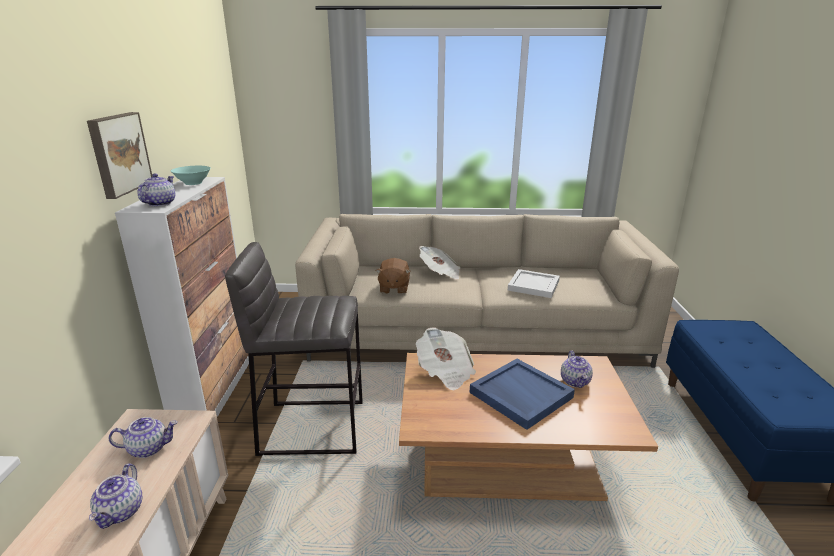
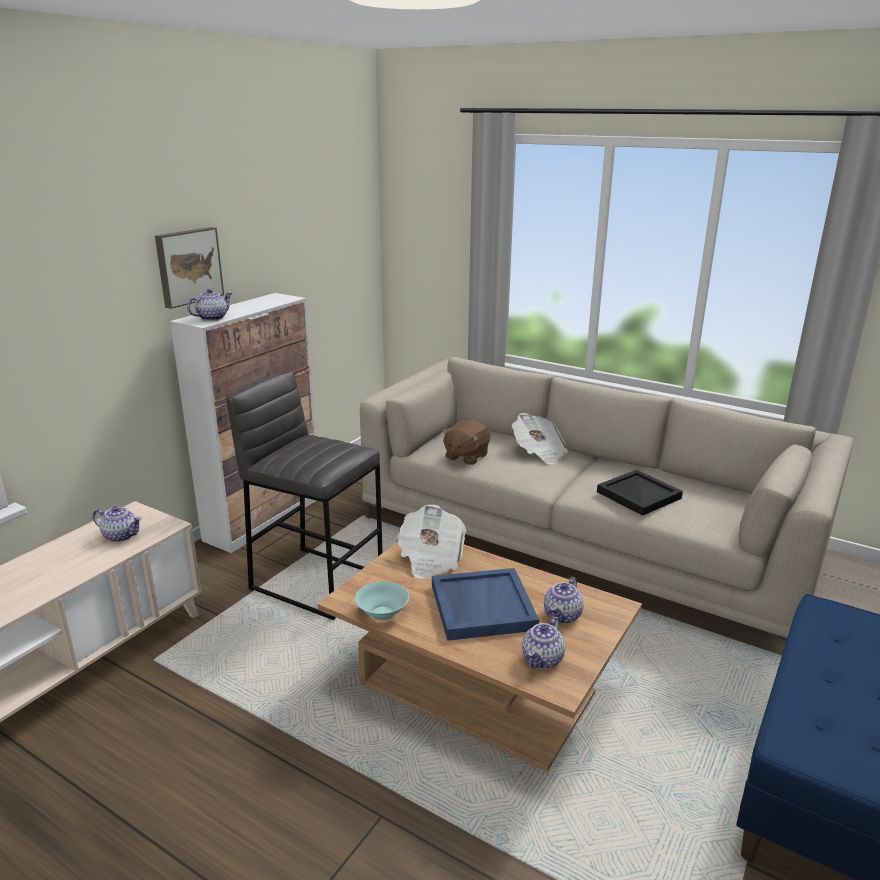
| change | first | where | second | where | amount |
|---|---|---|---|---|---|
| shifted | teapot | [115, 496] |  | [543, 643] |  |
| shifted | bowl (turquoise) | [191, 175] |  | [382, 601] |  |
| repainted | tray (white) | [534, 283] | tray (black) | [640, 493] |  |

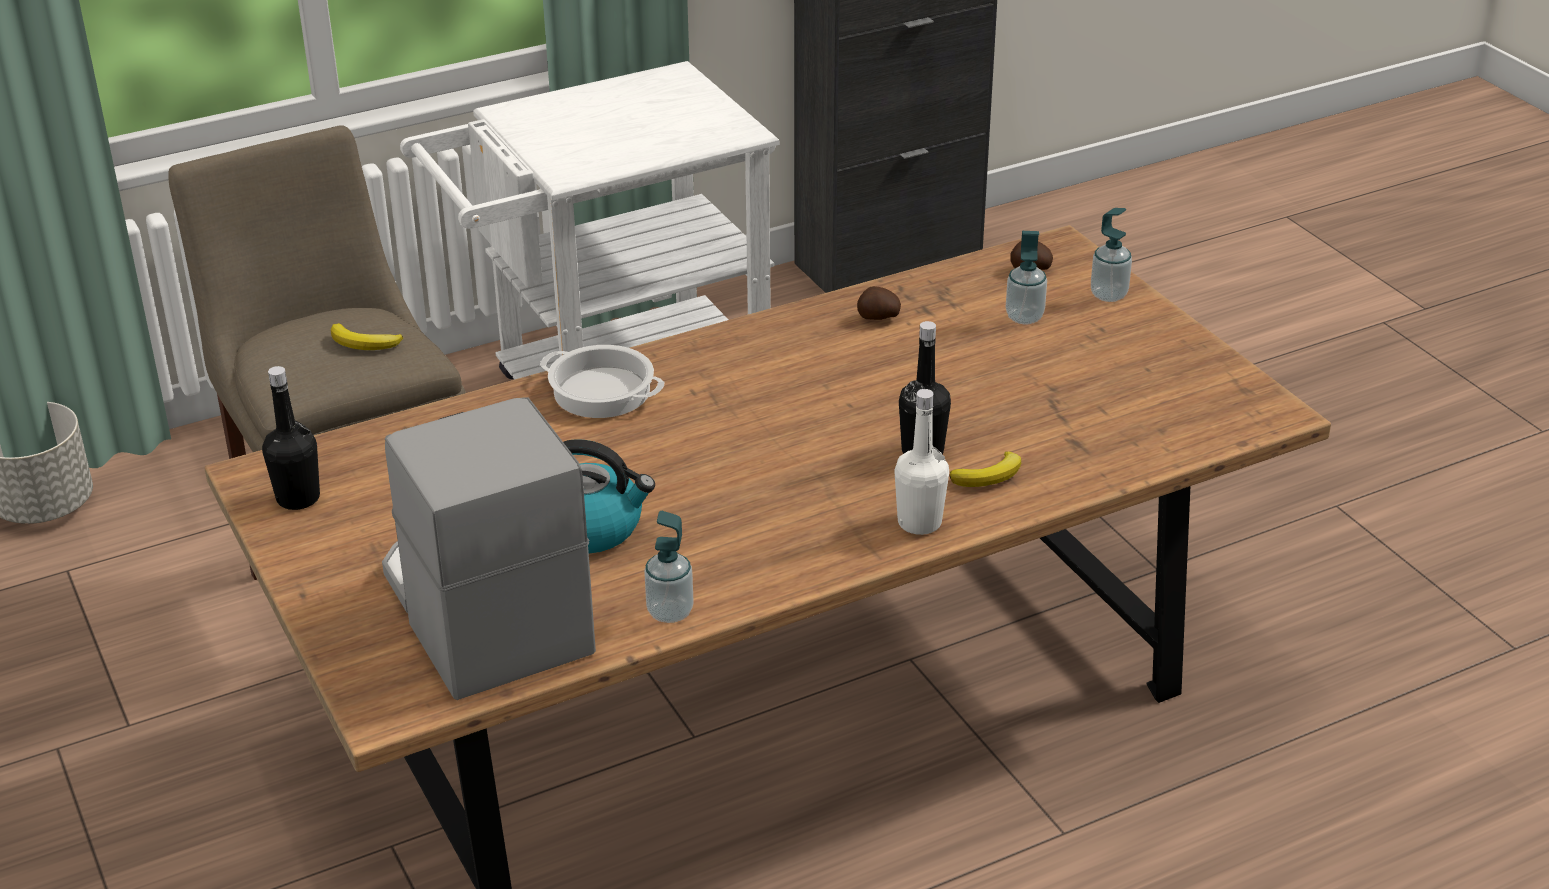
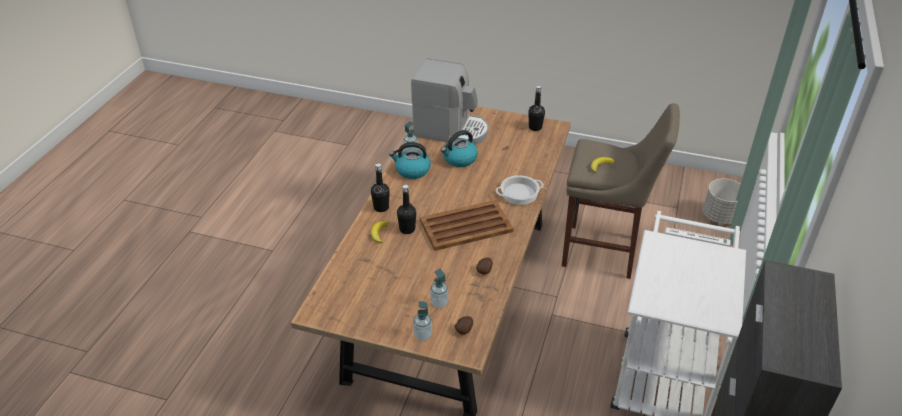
| change | first | where | second | where | amount |
|---|---|---|---|---|---|
| repainted | bottle (white) | [921, 462] | bottle (black) | [380, 187] |  |
| new |  |  | kettle | [410, 160] |  |
| new |  |  | tray (brown) | [467, 225] |  |

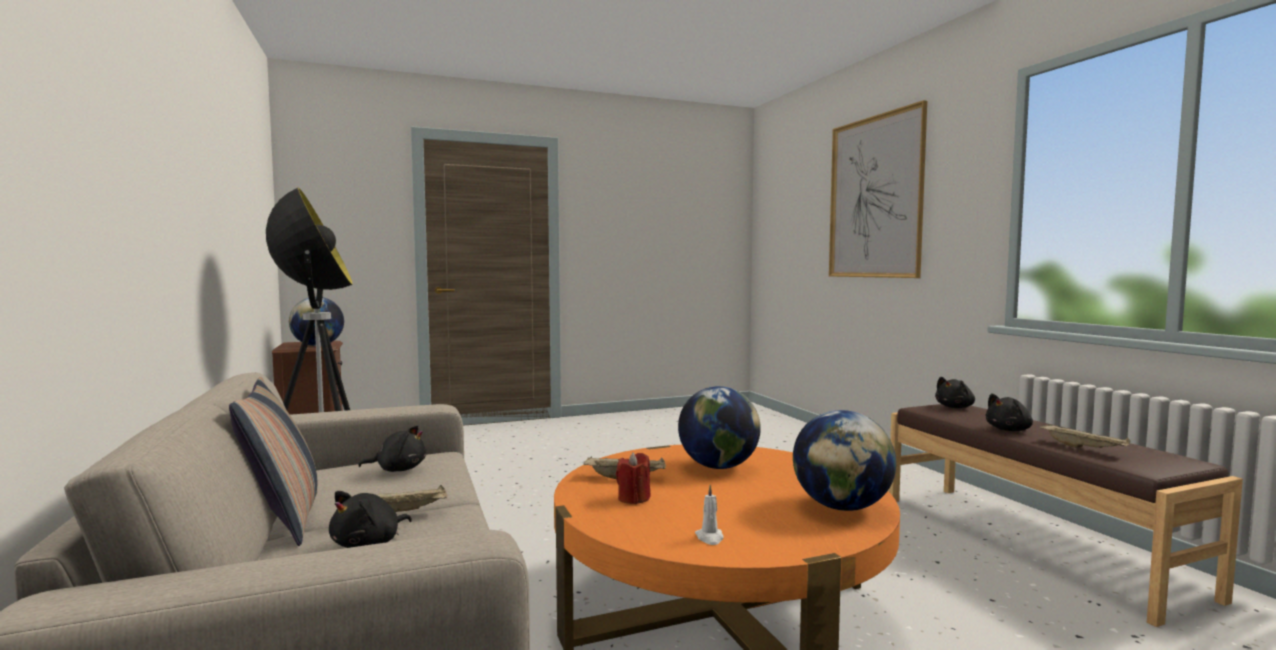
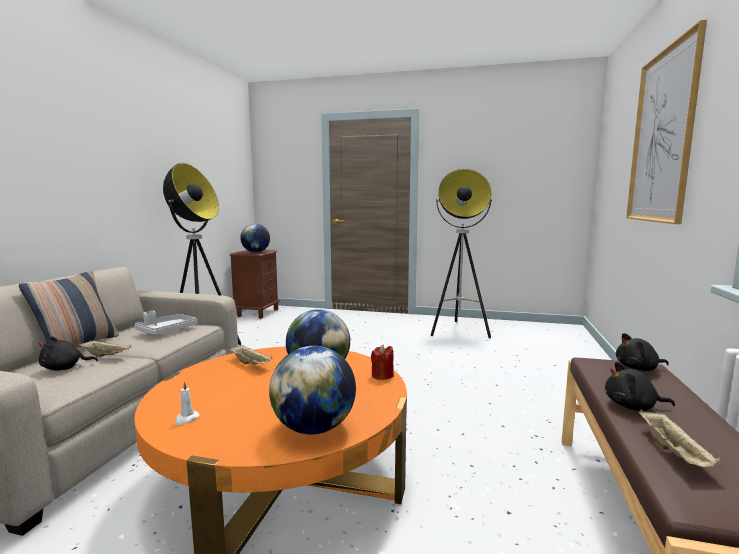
| change | first | where | second | where | amount |
|---|---|---|---|---|---|
| swapped | plush toy (black) | [392, 449] | tray (grey) | [166, 323] |  |
| shifted | candle (red) | [633, 478] |  | [382, 362] |  |
| new |  |  | floor lamp | [461, 253] |  |

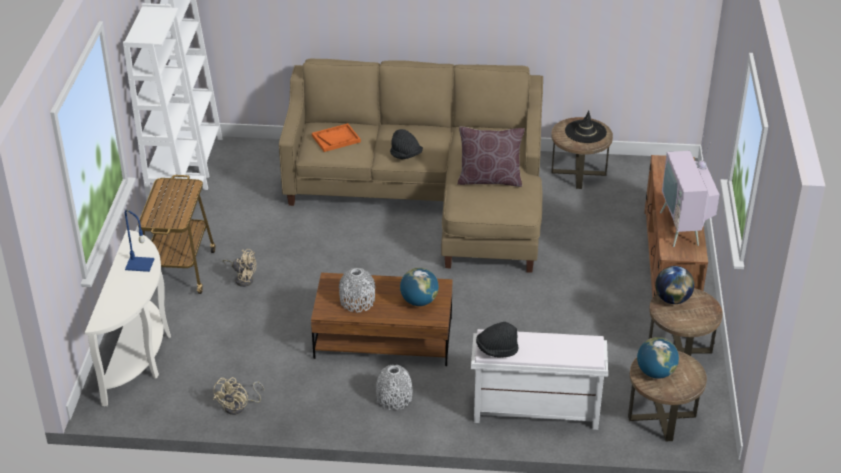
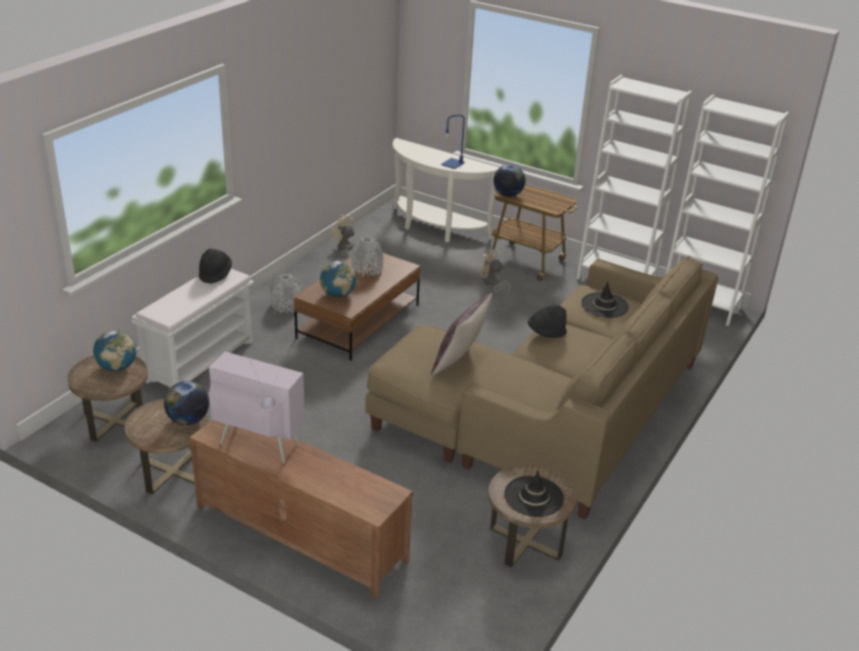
| change | first | where | second | where | amount |
|---|---|---|---|---|---|
| rotated | fan (beige) | [239, 268] |  | [495, 272] | 75 degrees clockwise |
| swapped | tray (orange) | [336, 137] | hat (black) | [605, 300] |  |
| new |  |  | globe | [509, 180] |  |

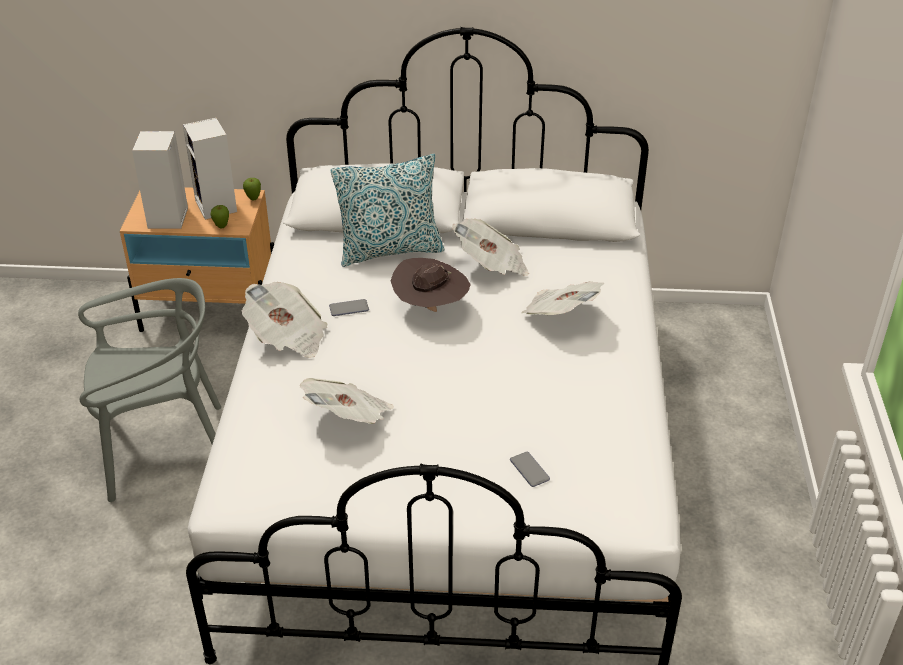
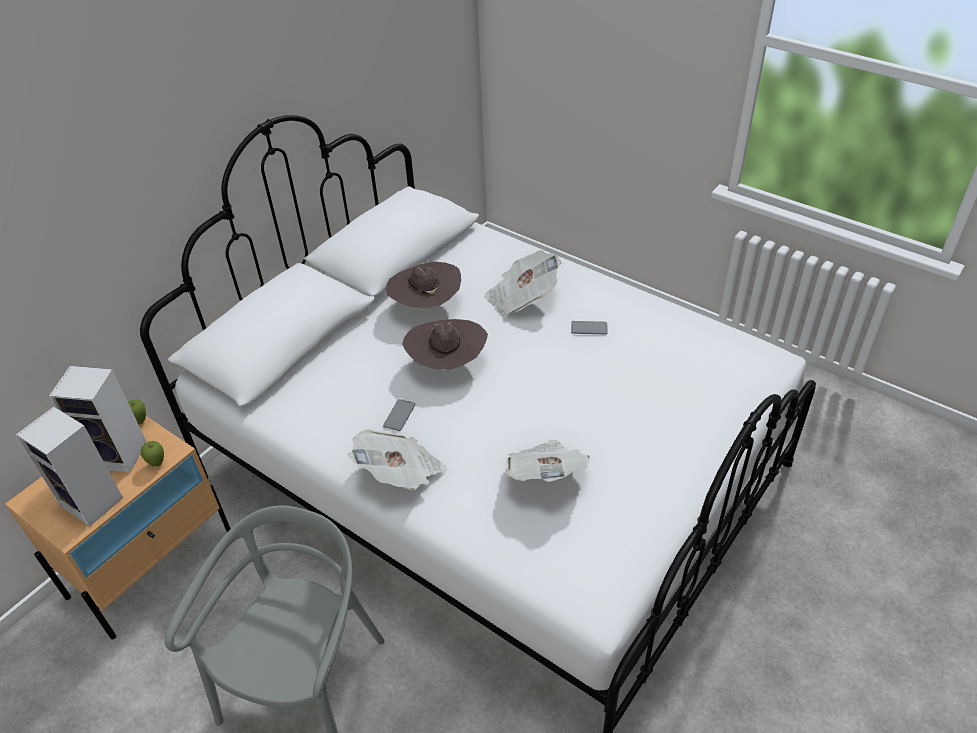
| change | first | where | second | where | amount |
|---|---|---|---|---|---|
| gone | pillow | [387, 210] |  |  |  |
| swapped | newspaper | [490, 247] | hat (brown) | [423, 285] |  |
| shifted | phone | [530, 469] |  | [589, 328] |  |

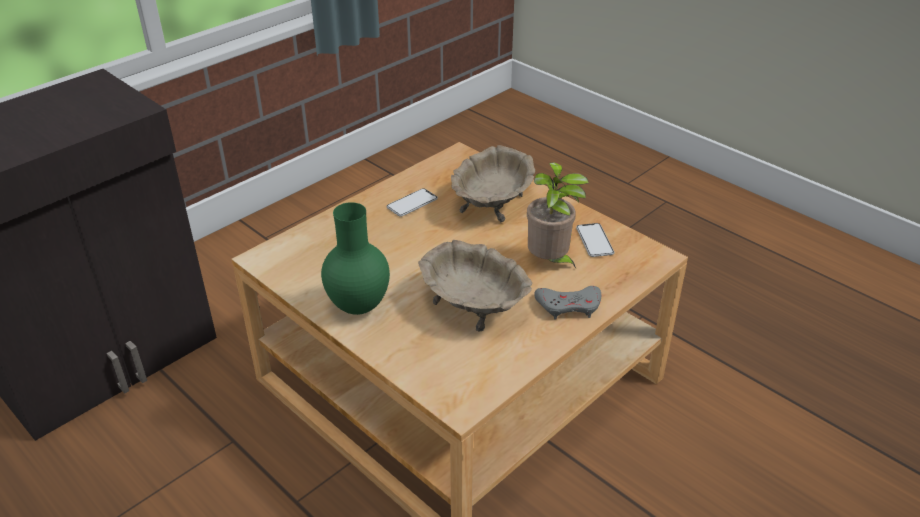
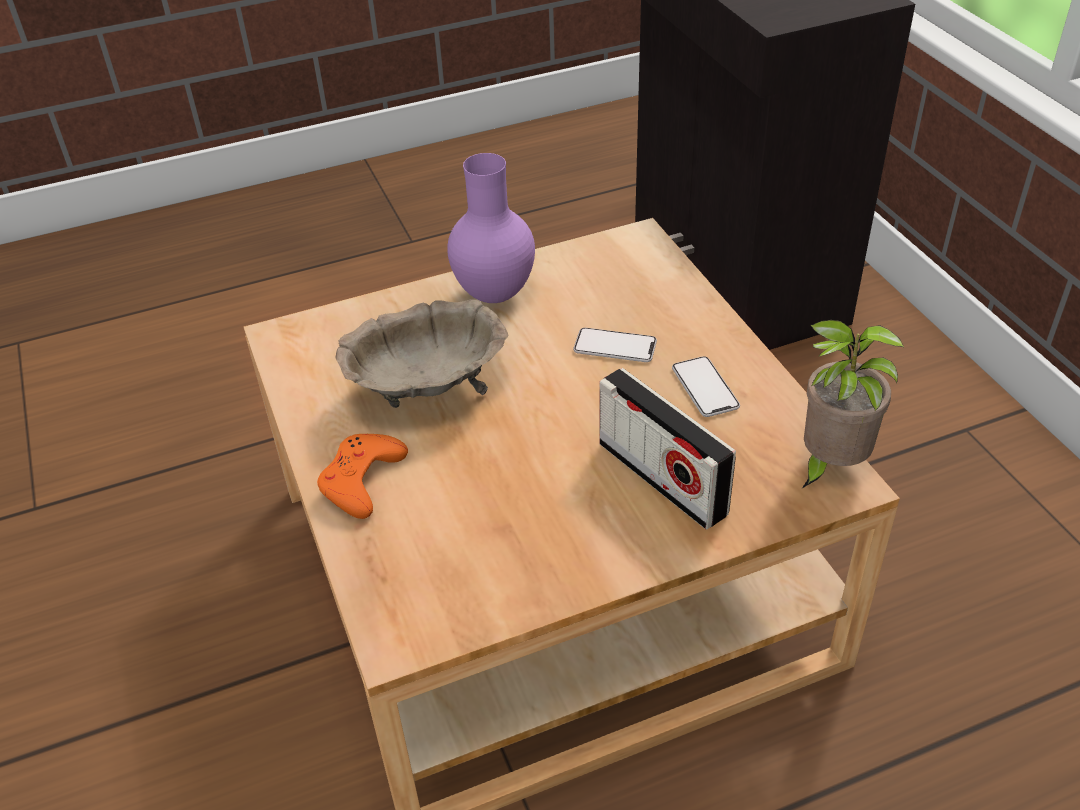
| change | first | where | second | where | amount |
|---|---|---|---|---|---|
| repainted | vase (green) | [355, 258] | vase (purple) | [491, 228] |  |
| swapped | bowl (beige) | [493, 184] | radio | [667, 448] |  |
| shifted | potted plant | [558, 215] |  | [853, 404] |  |
| repainted | game controller (grey) | [567, 303] | game controller (orange) | [362, 476] |  |
| shifted | phone | [595, 240] |  | [615, 345] |  |

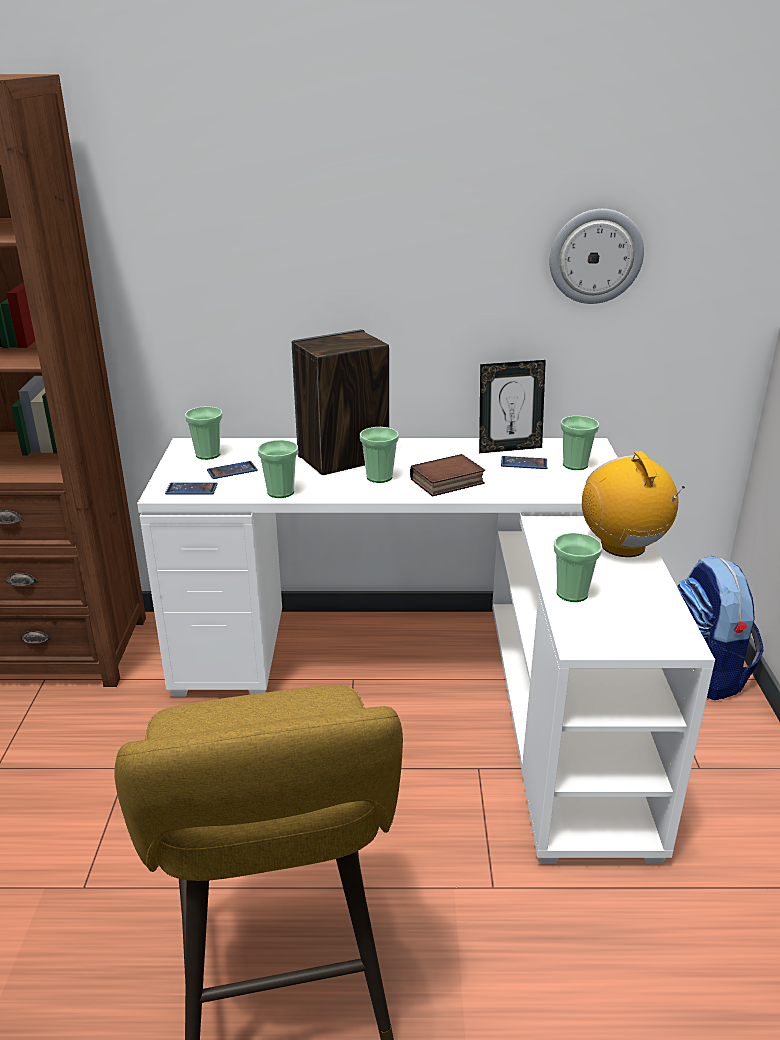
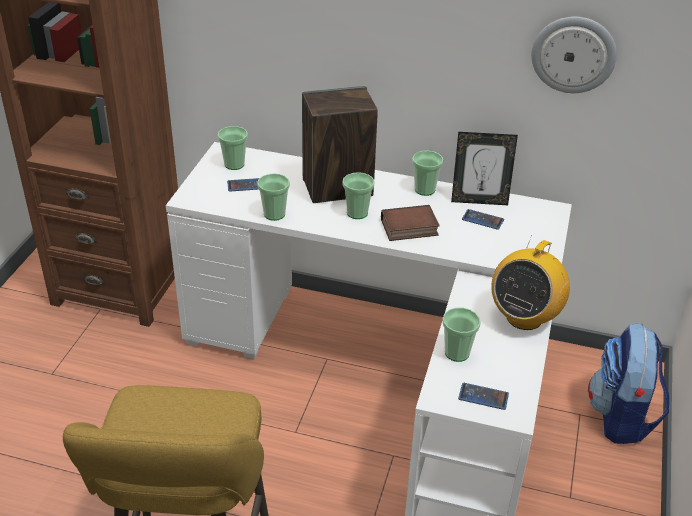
| change | first | where | second | where | amount |
|---|---|---|---|---|---|
| shifted | phone | [191, 488] |  | [483, 396] |  |
| shifted | cup | [579, 443] |  | [427, 173] |  |
| rotated | radio | [633, 504] |  | [530, 282] | 150 degrees counterclockwise |

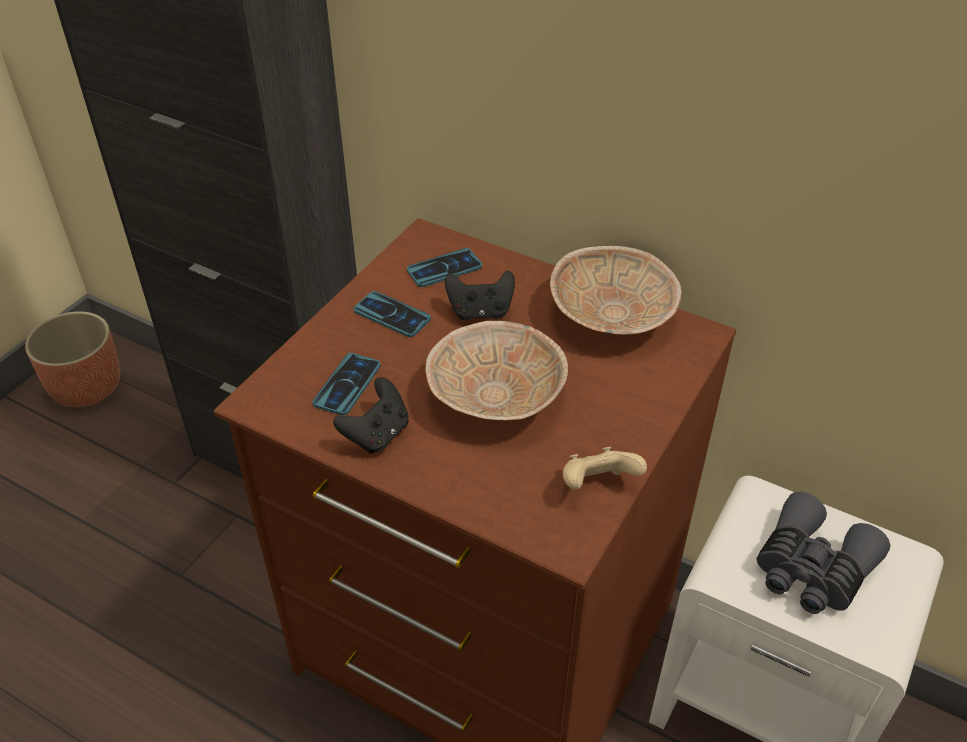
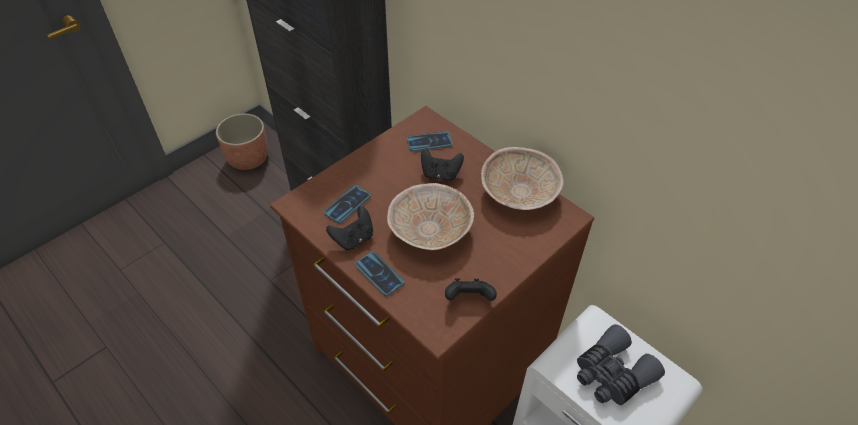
| change | first | where | second | where | amount |
|---|---|---|---|---|---|
| shifted | phone | [392, 314] |  | [379, 274] |  |
| repainted | game controller (beige) | [605, 468] | game controller (black) | [471, 289] |  |

